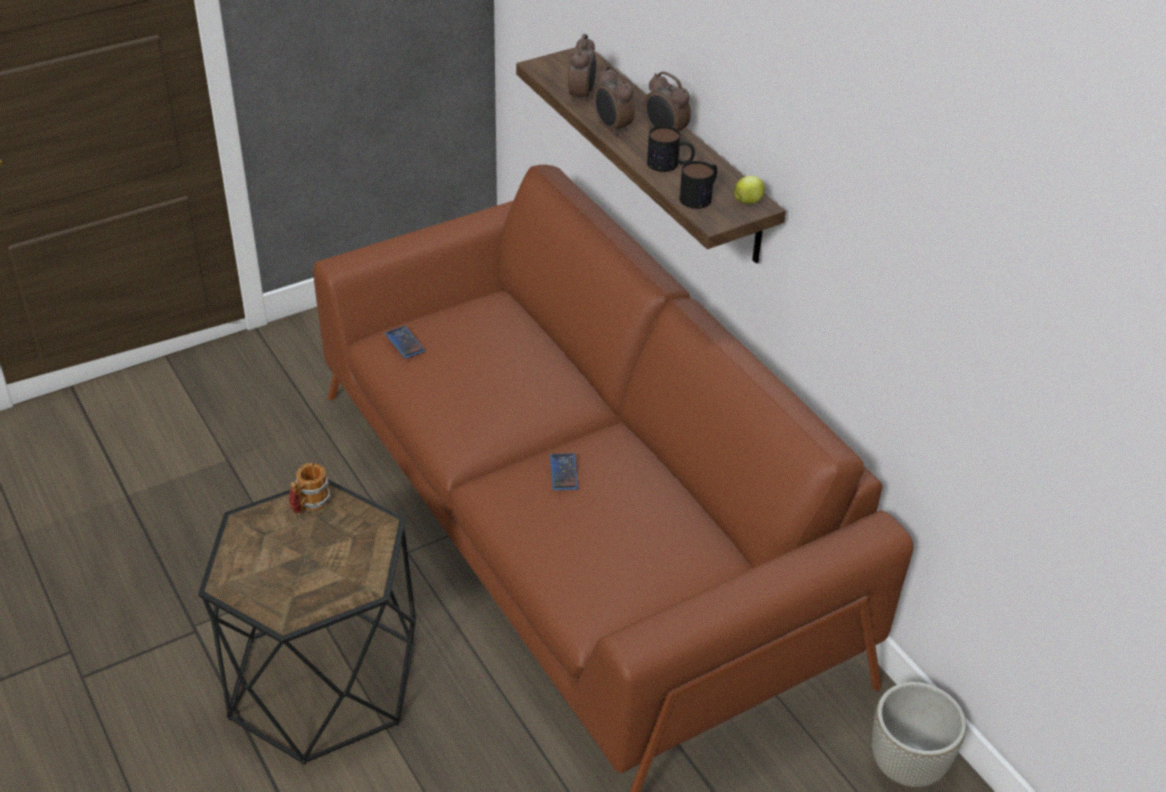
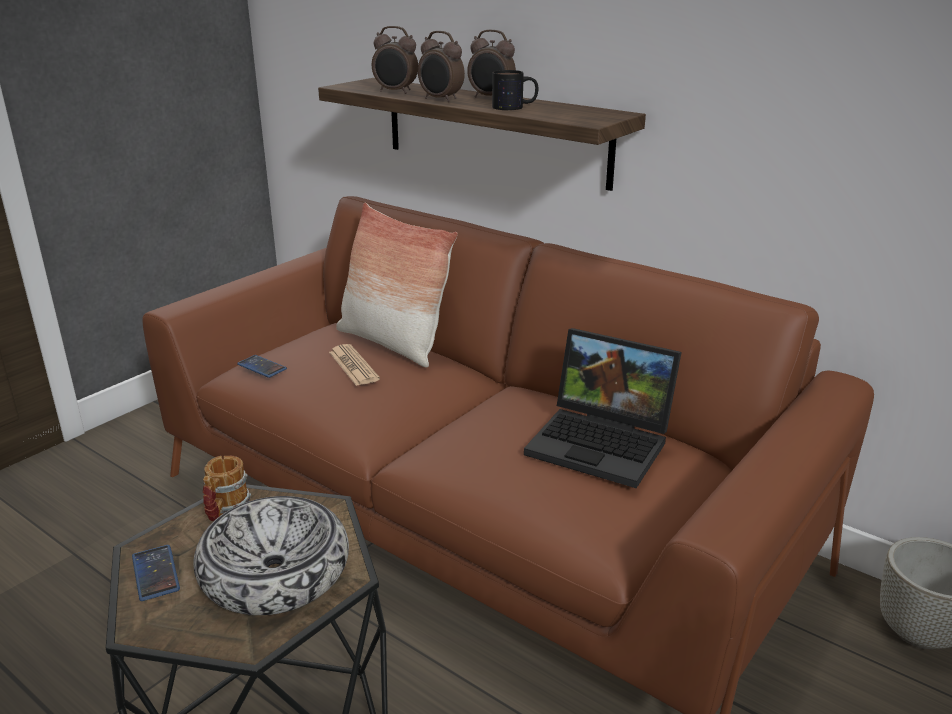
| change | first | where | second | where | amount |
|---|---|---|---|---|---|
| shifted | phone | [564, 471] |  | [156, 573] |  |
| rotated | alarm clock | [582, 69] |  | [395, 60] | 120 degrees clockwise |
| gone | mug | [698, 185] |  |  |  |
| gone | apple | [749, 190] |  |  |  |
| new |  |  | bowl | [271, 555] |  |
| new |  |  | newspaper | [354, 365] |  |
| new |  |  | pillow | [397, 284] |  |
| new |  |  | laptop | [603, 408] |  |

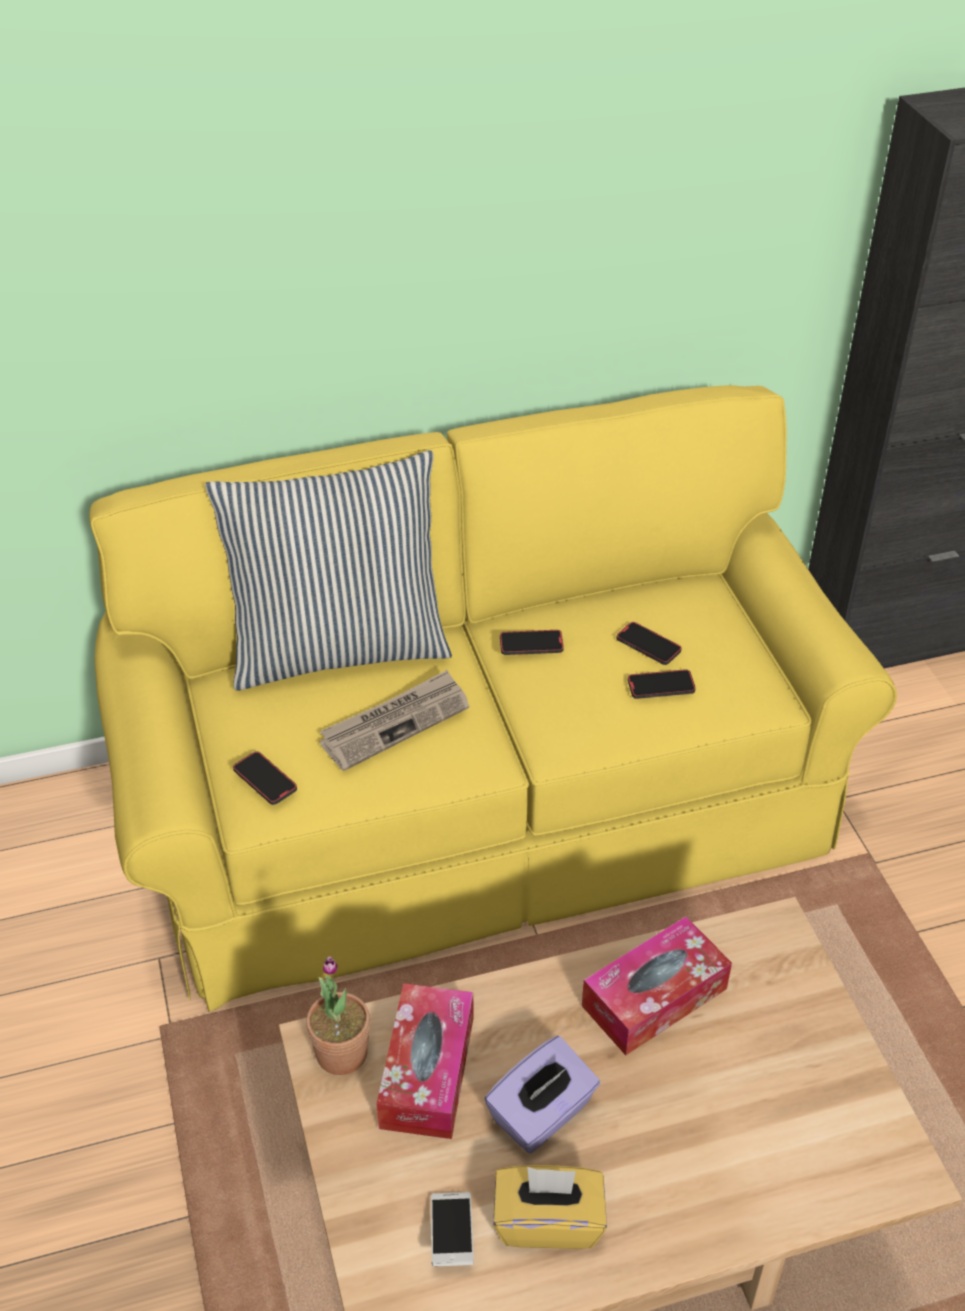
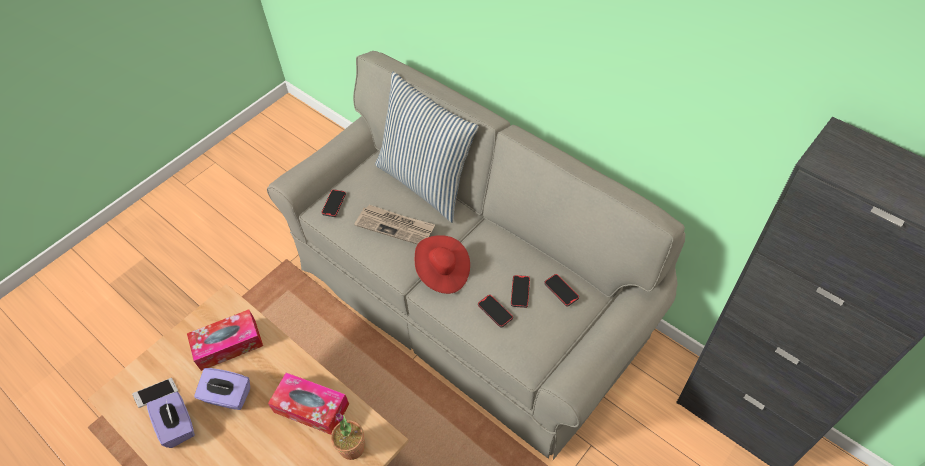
| change | first | where | second | where | amount |
|---|---|---|---|---|---|
| repainted | sofa (yellow) | [493, 698] | sofa (grey) | [476, 255] |  |
| shifted | potted plant | [338, 1015] |  | [348, 436] |  |
| repainted | tissue box (yellow) | [550, 1207] | tissue box (purple) | [171, 420] |  |
| shifted | phone | [532, 642] |  | [561, 290] |  |
| new |  |  | hat (red) | [442, 264] |  |

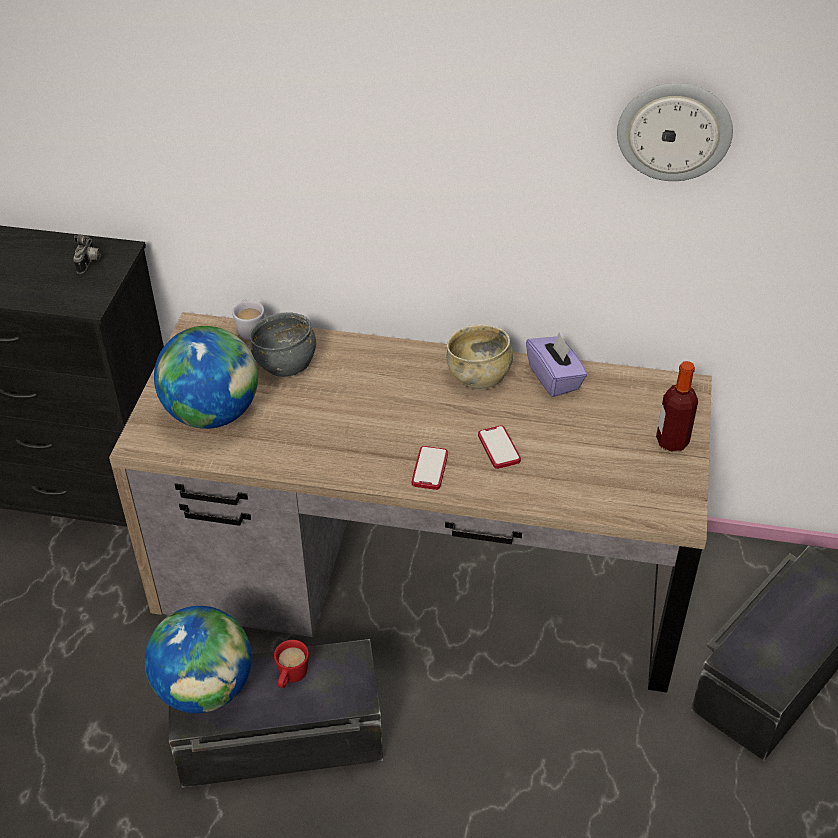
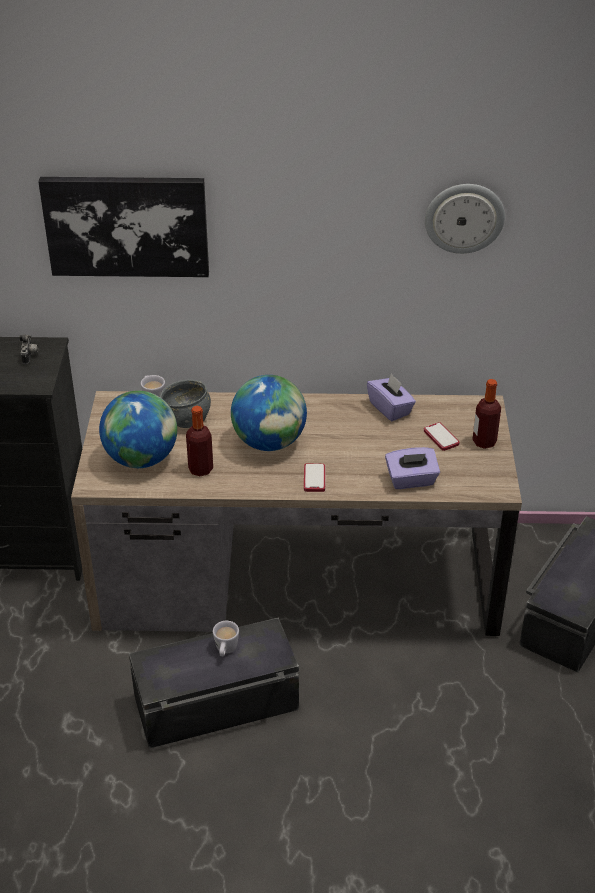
| change | first | where | second | where | amount |
|---|---|---|---|---|---|
| shifted | globe | [198, 659] |  | [269, 413] |  |
| repainted | mug (red) | [291, 664] | mug (white) | [226, 638] |  |
| gone | bowl (beige) | [479, 356] |  |  |  |
| shifted | phone | [499, 447] |  | [441, 436] |  |
| new |  |  | picture | [123, 227] |  |
| new |  |  | bottle | [199, 441] |  |
| new |  |  | tissue box (purple) | [412, 468] |  |

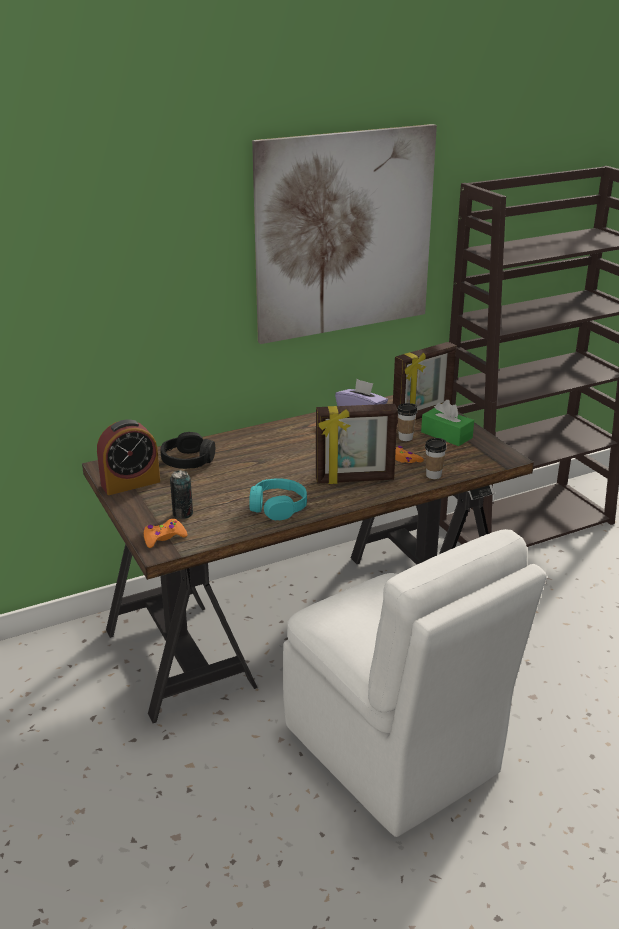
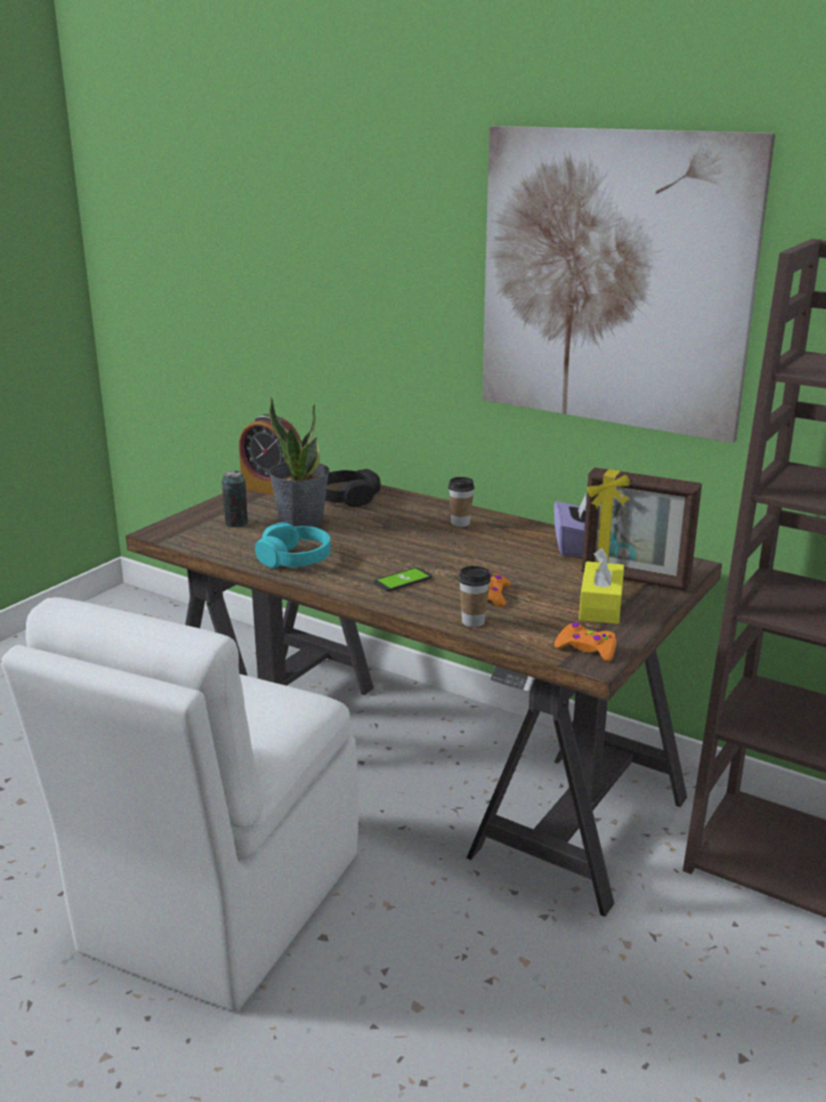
| change | first | where | second | where | amount |
|---|---|---|---|---|---|
| shifted | game controller (orange) | [165, 533] |  | [585, 642] |  |
| swapped | picture frame | [357, 444] | phone | [402, 579] |  |
| shifted | cup | [407, 422] |  | [461, 502] |  |
| repainted | tissue box (green) | [447, 423] | tissue box (yellow) | [601, 586] |  |
| new |  |  | potted plant | [299, 461] |  |

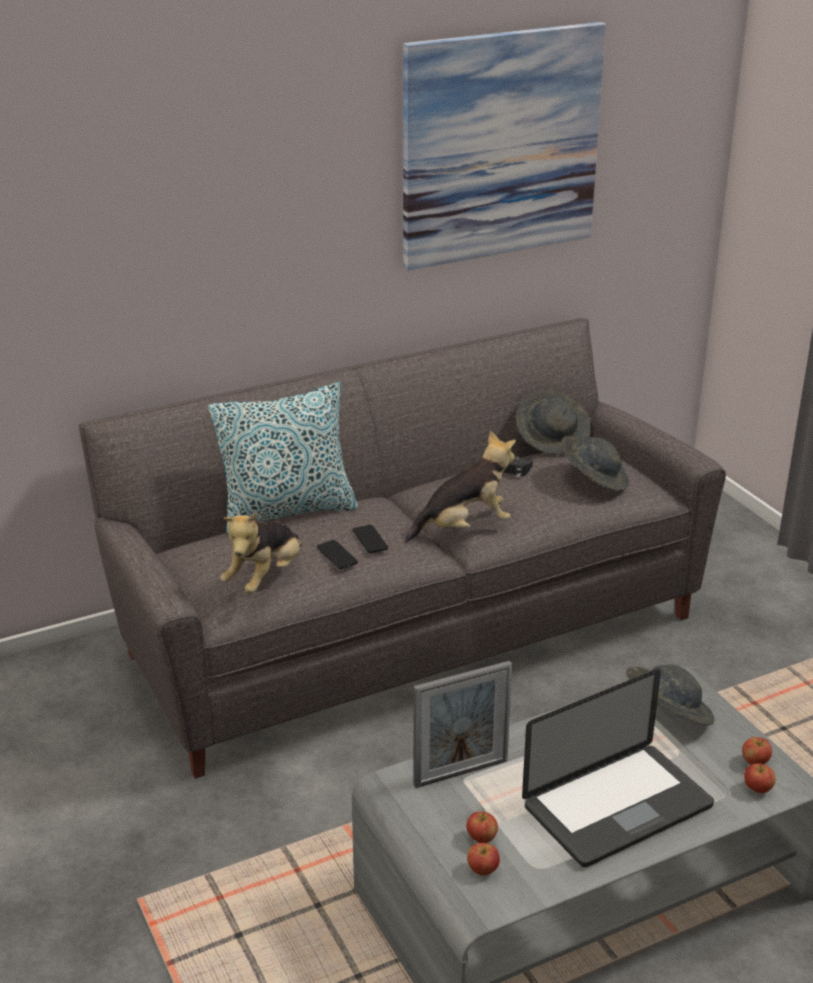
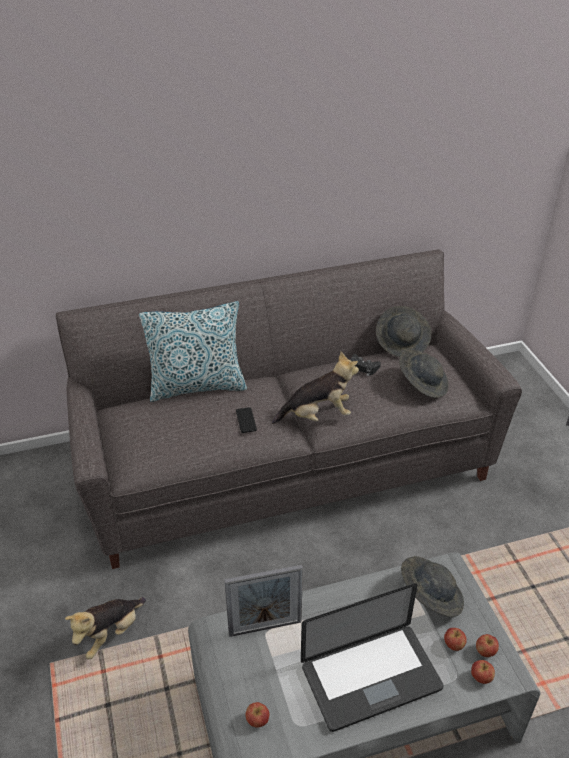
| change | first | where | second | where | amount |
|---|---|---|---|---|---|
| shifted | plush toy | [261, 553] |  | [105, 628] |  |
| gone | phone | [337, 554] |  |  |  |
| gone | picture | [504, 146] |  |  |  |
| shifted | apple | [482, 827] |  | [455, 639] |  |

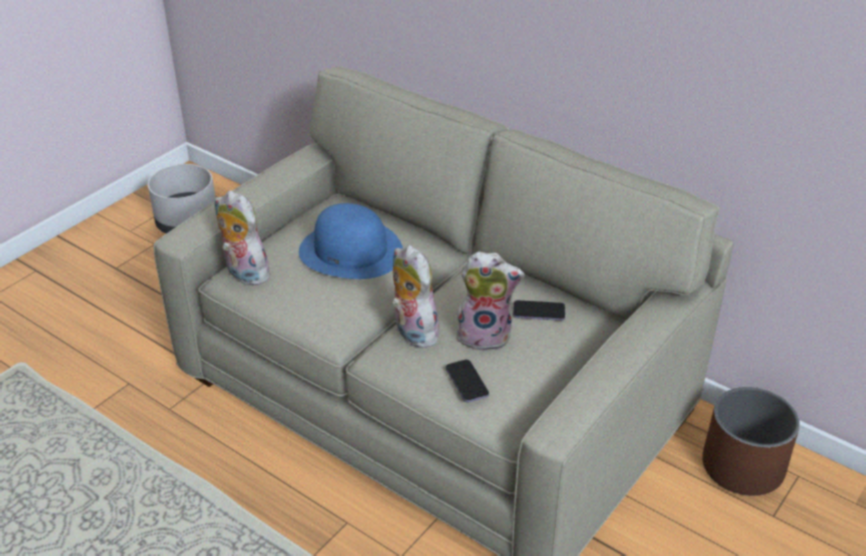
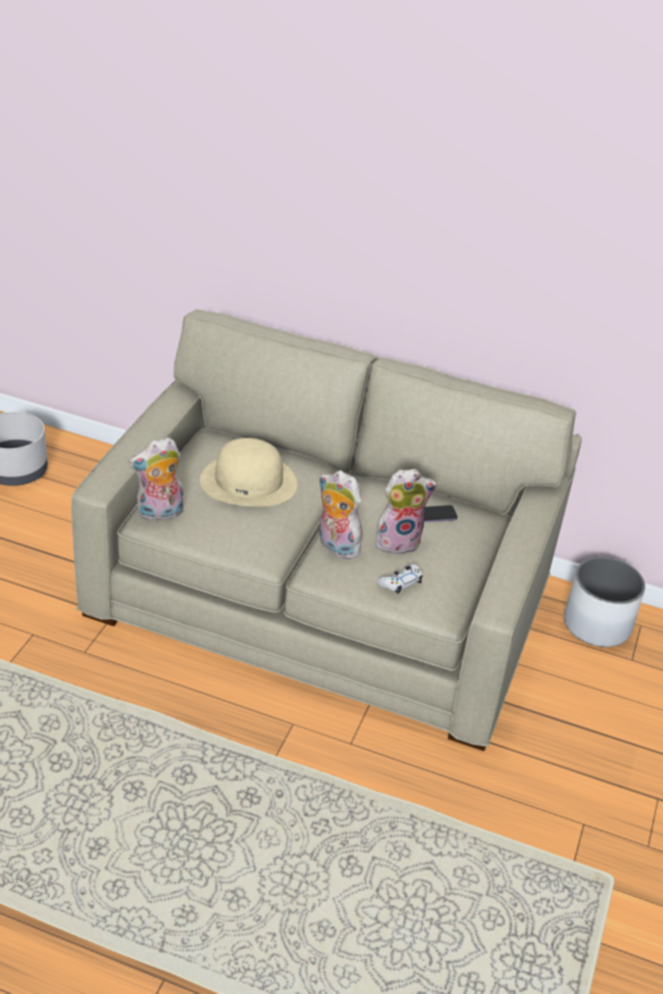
| change | first | where | second | where | amount |
|---|---|---|---|---|---|
| rotated | plush toy | [242, 238] |  | [156, 479] | 45 degrees counterclockwise |
| repainted | hat (blue) | [351, 241] | hat (beige) | [248, 472] |  |
| swapped | phone | [467, 380] | game controller (white) | [399, 579] |  |
| repainted | planter (brown) | [751, 441] | planter (white) | [604, 602] |  |

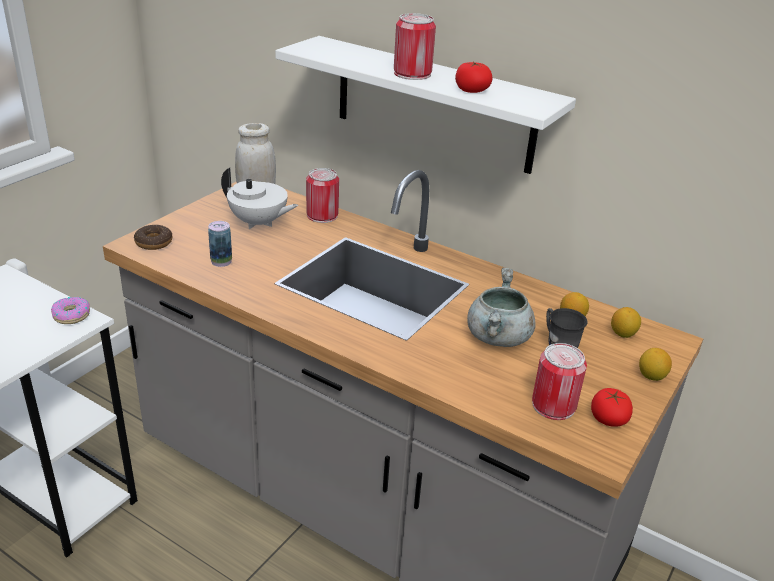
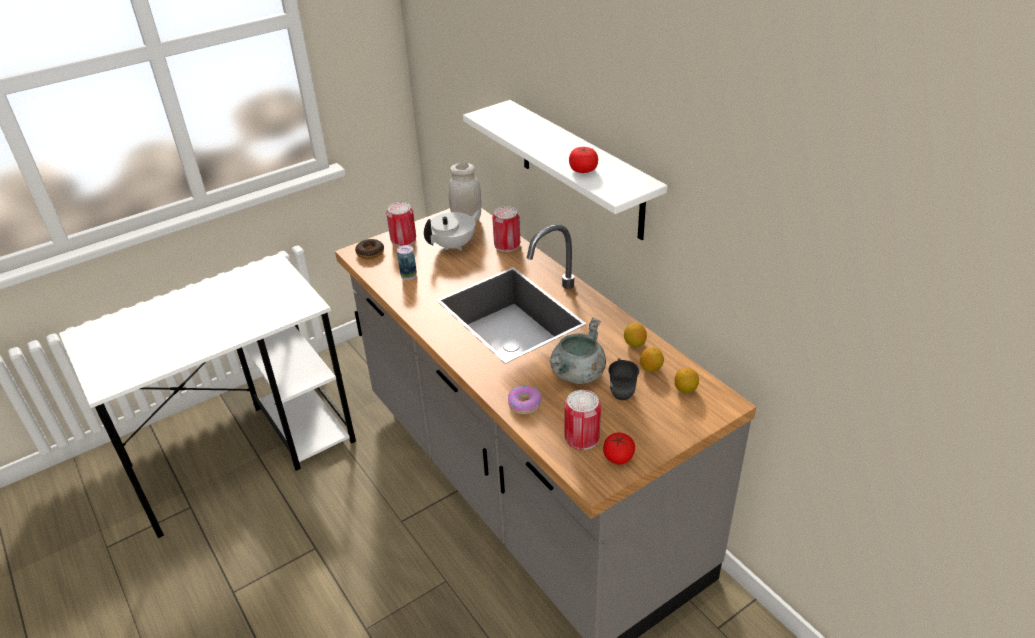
| change | first | where | second | where | amount |
|---|---|---|---|---|---|
| shifted | donut | [70, 310] |  | [525, 400] |  |
| rotated | teapot (white) | [260, 198] |  | [452, 230] | 90 degrees counterclockwise |
| shifted | can | [415, 46] |  | [401, 224] |  |
| shifted | lemon | [655, 364] |  | [635, 335] |  |

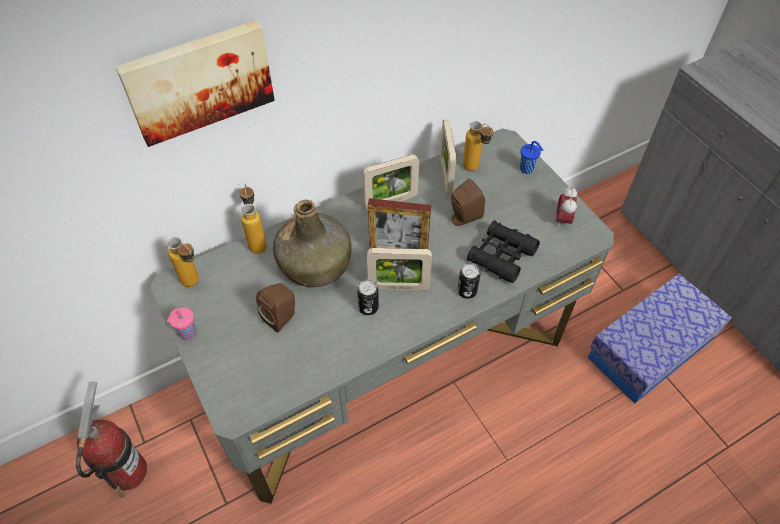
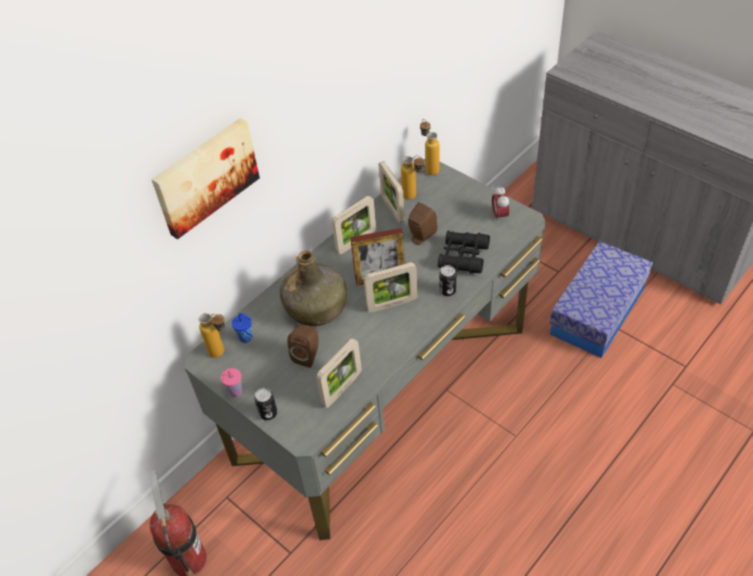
| change | first | where | second | where | amount |
|---|---|---|---|---|---|
| shifted | bottle | [253, 219] |  | [430, 147] |  |
| shifted | can | [368, 297] |  | [265, 404] |  |
| shifted | cup (blue) | [531, 157] |  | [242, 328] |  |
| new |  |  | picture frame | [339, 373] |  |

